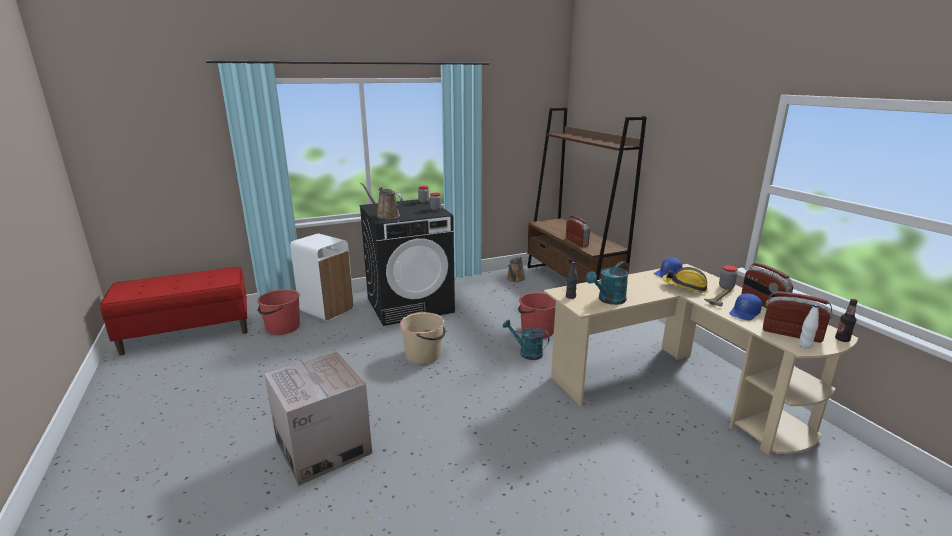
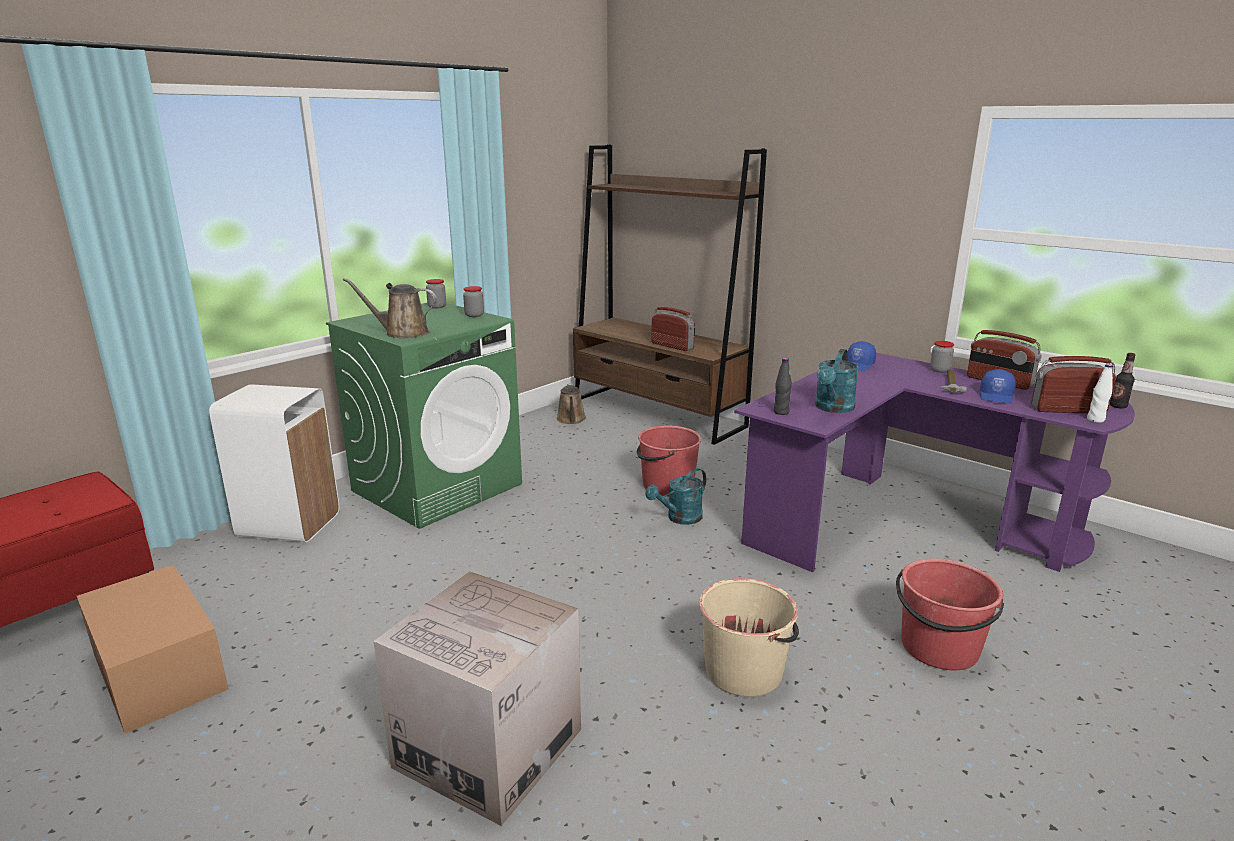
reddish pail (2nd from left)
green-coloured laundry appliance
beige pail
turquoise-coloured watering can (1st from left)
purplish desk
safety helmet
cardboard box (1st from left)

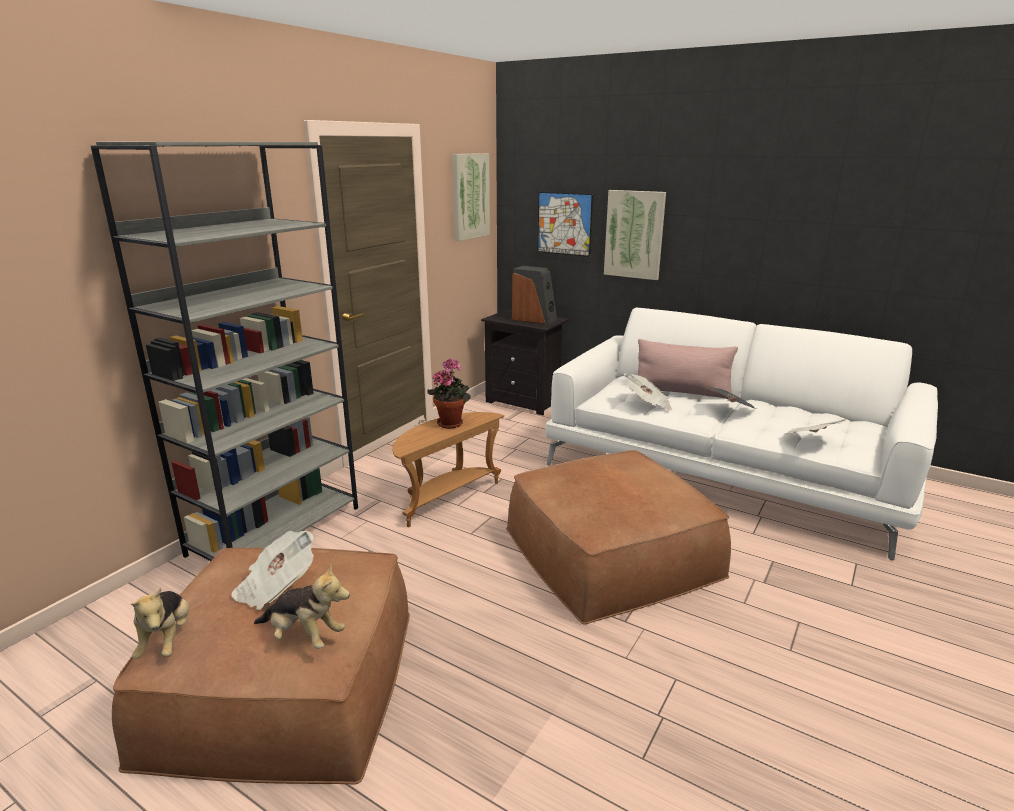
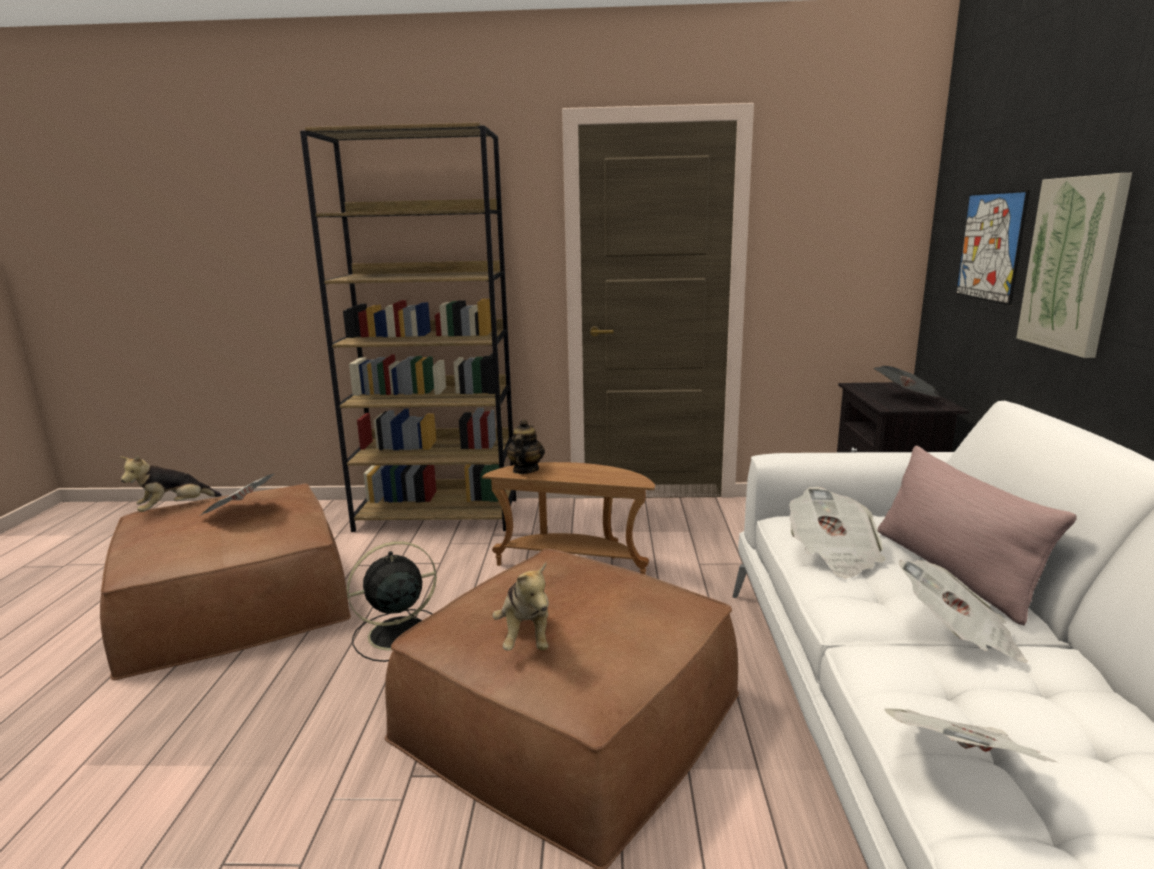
brown-coloured bookcase
plush toy (2nd from left)
plant in a pot
picture (1st from left in the first image)
newspaper (3rd from left)
black cooling fan
pot for tea

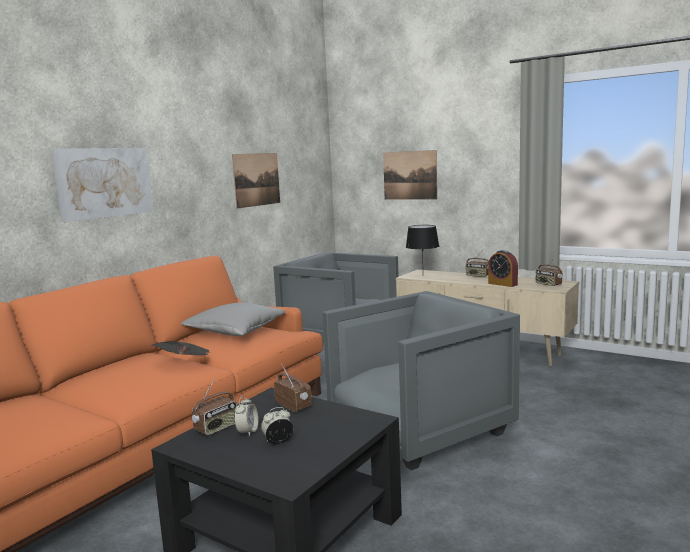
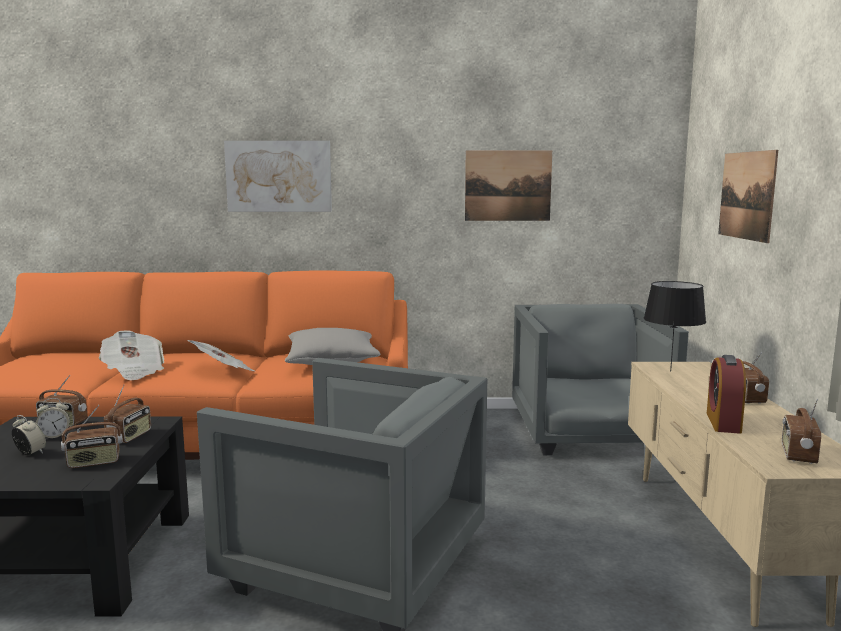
radio receiver (2nd from left)
newspaper (1st from left)

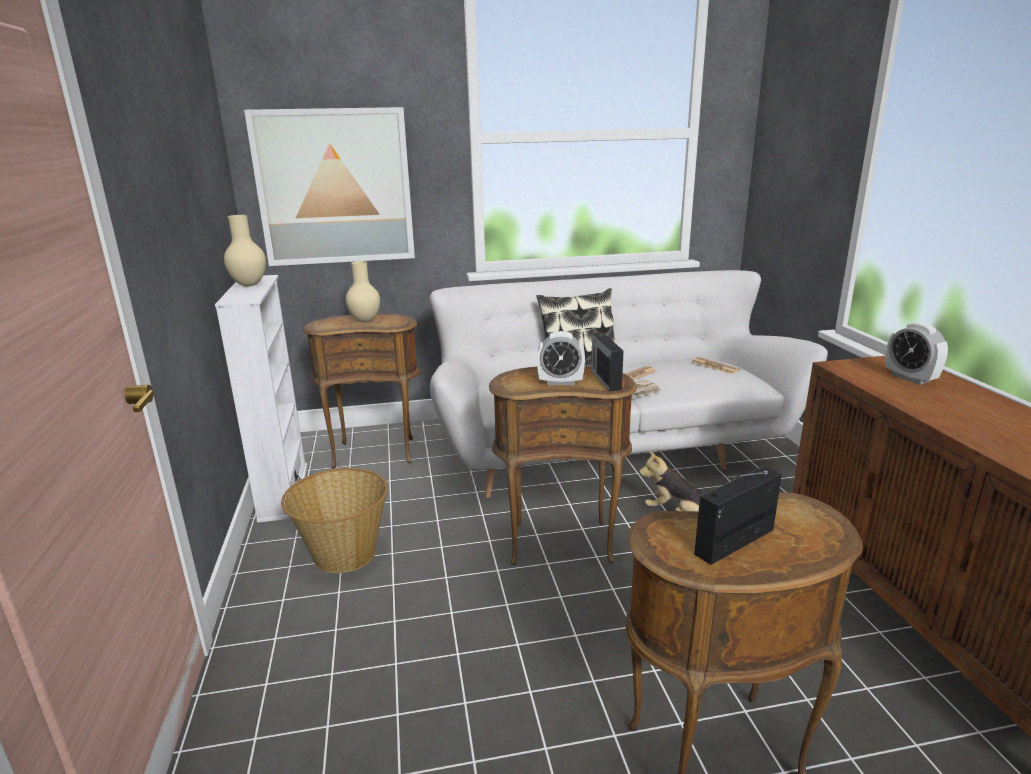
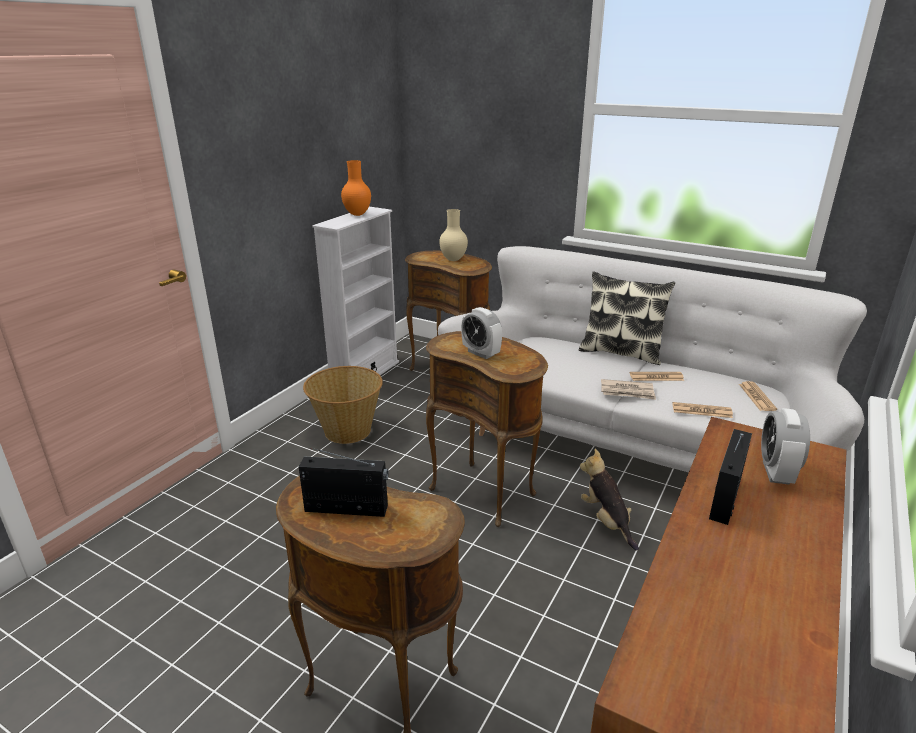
orangey vase
picture
radio receiver (2nd from left)
newspaper (3rd from left)

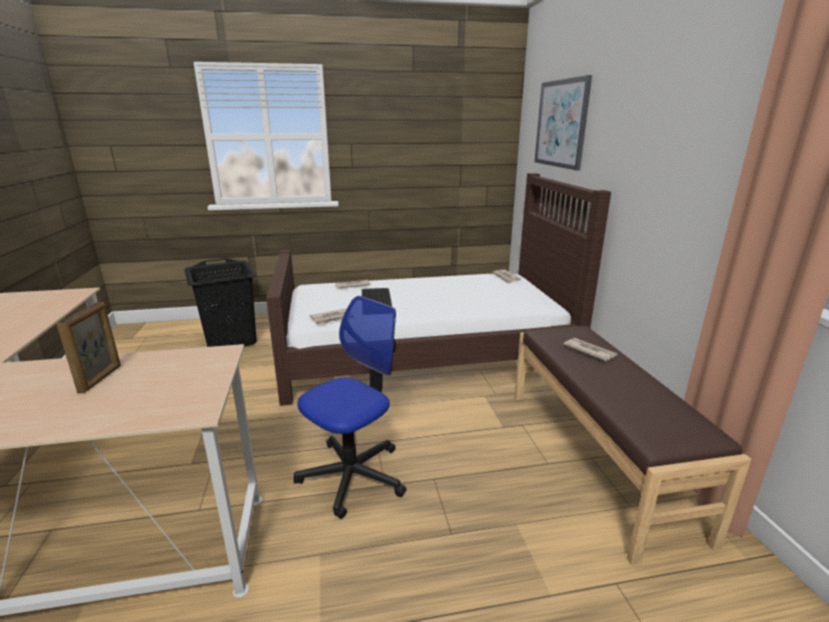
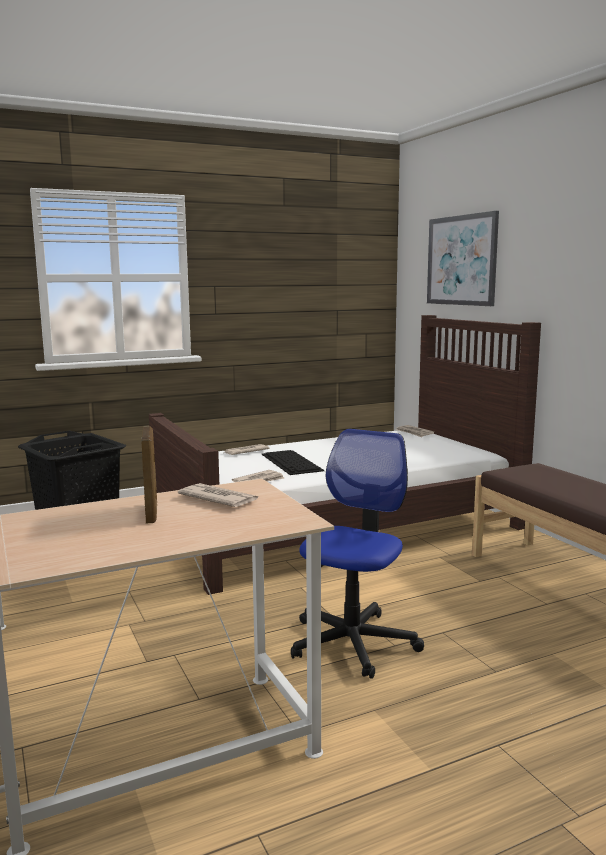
newspaper (1st from left)

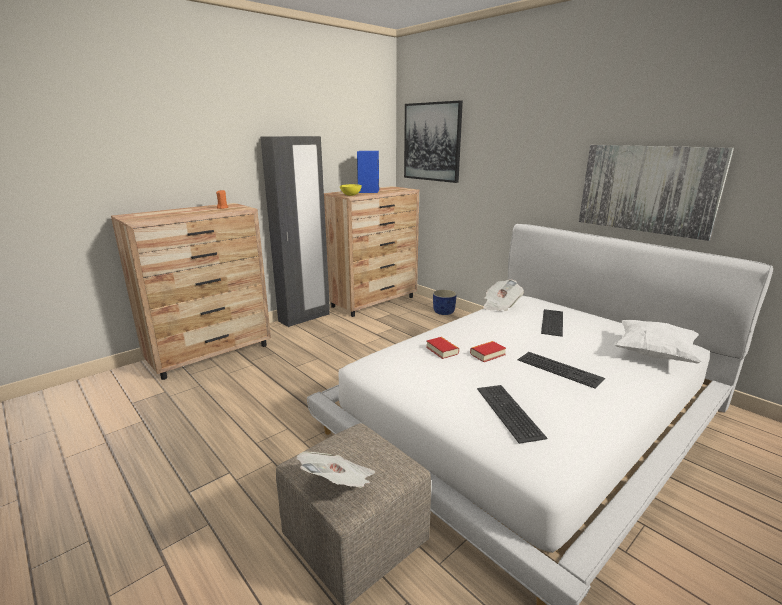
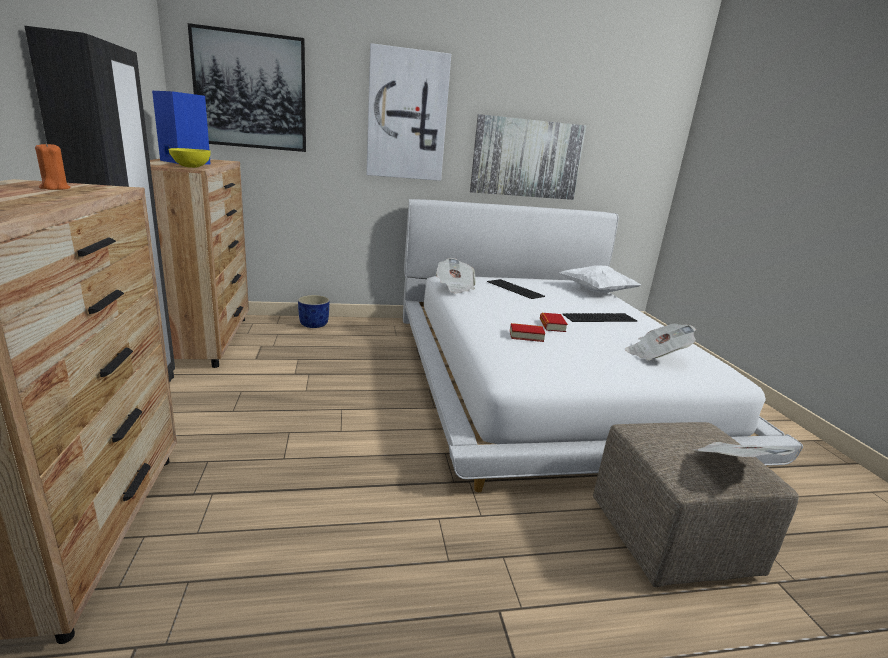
newspaper (2nd from left)
picture (2nd from left)

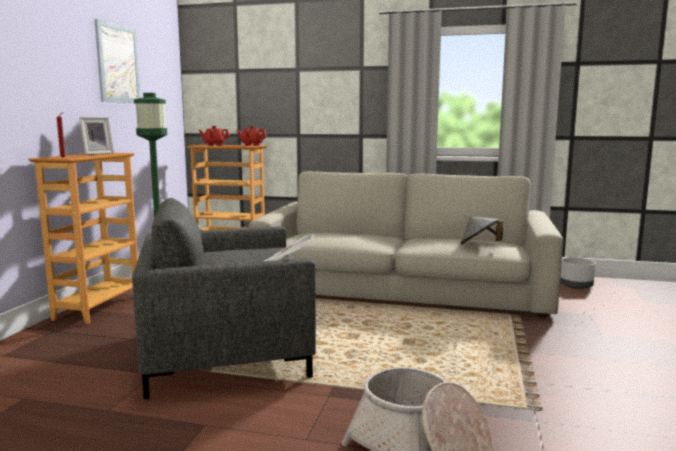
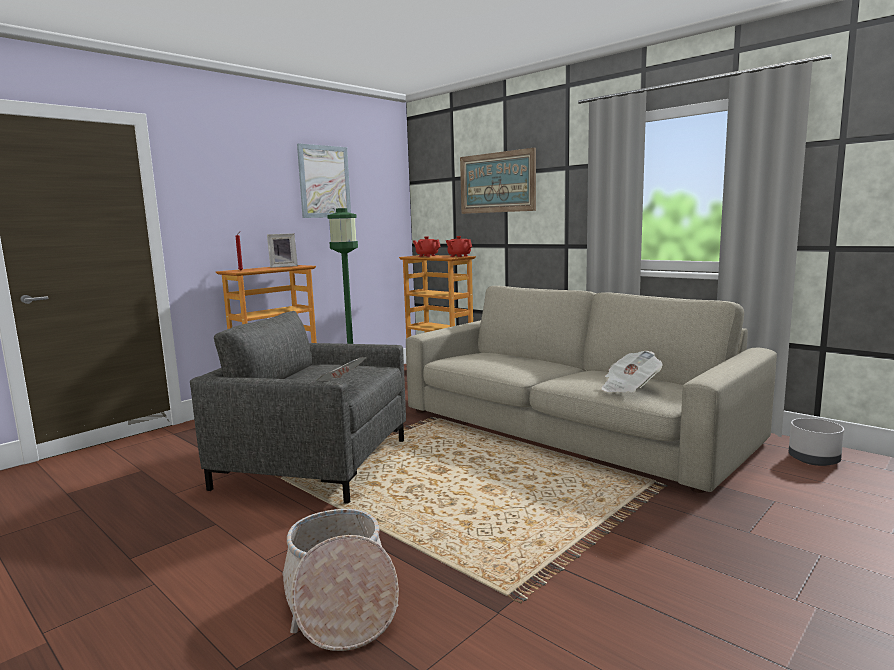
newspaper (2nd from left)
picture (2nd from left)

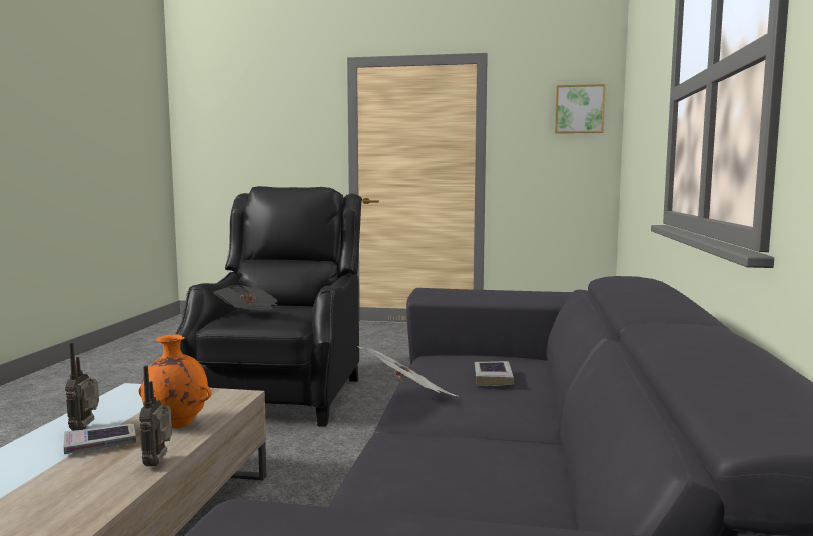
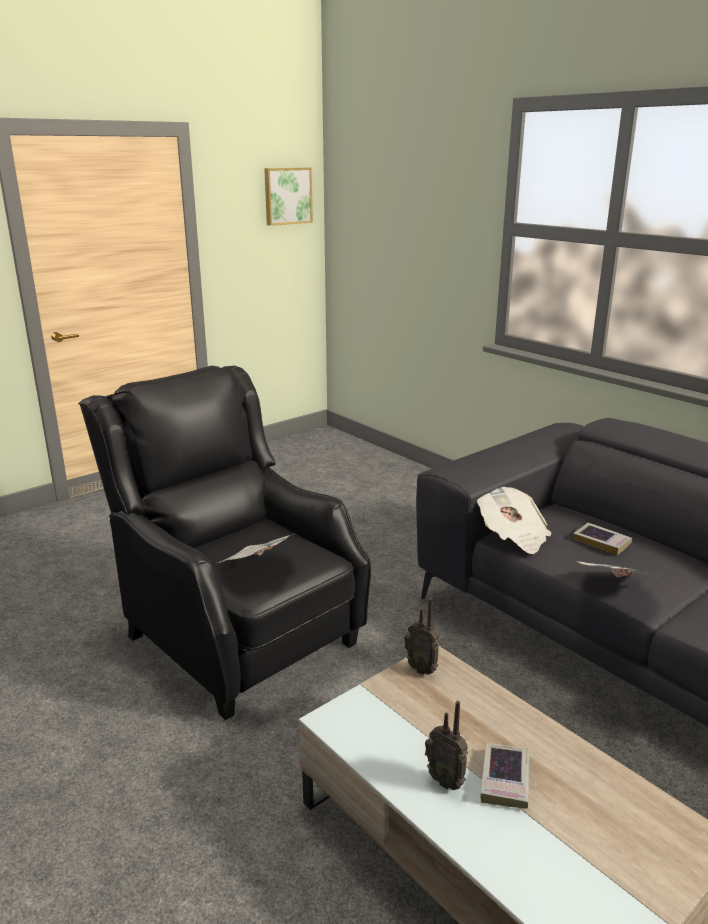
orangey vase
radio receiver (1st from left)
newspaper (2nd from left)

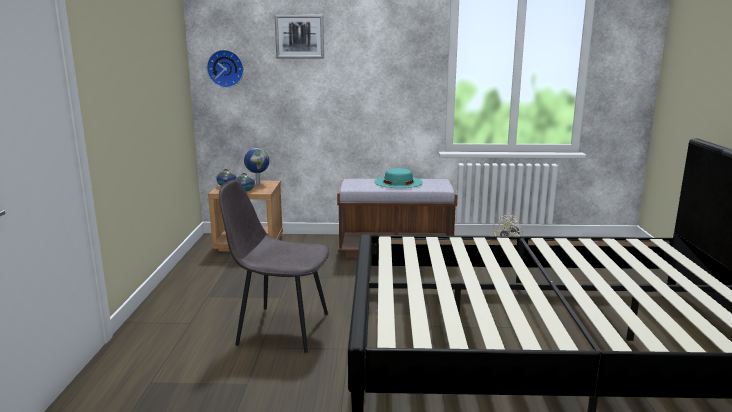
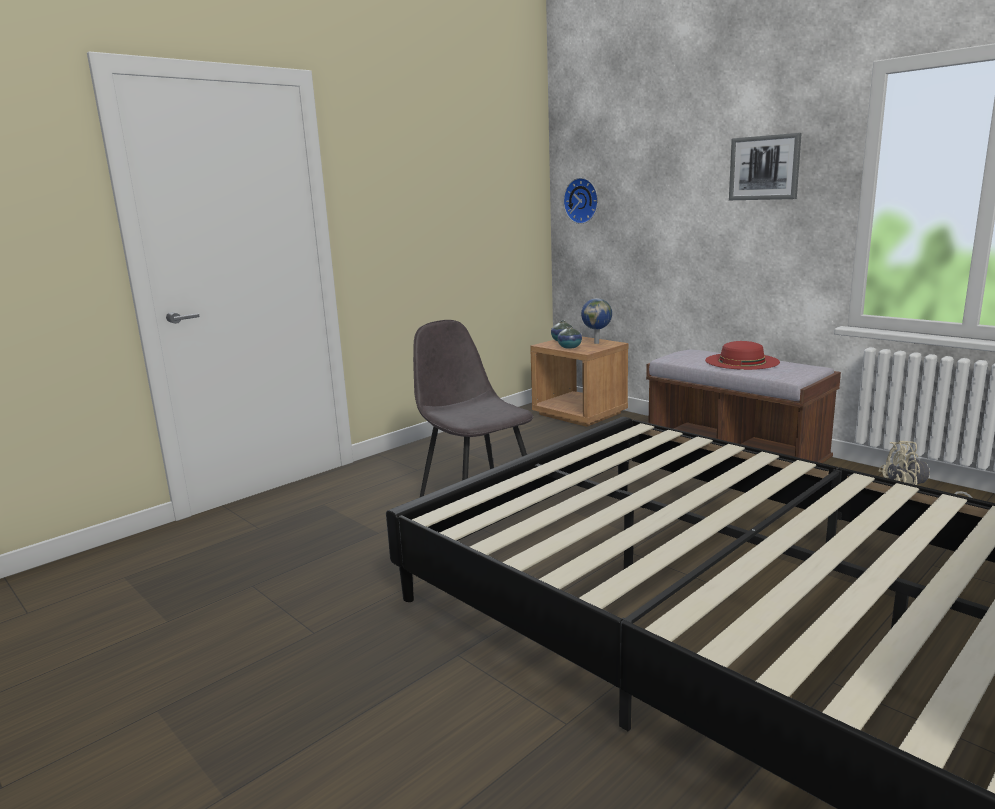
picture
reddish hat

